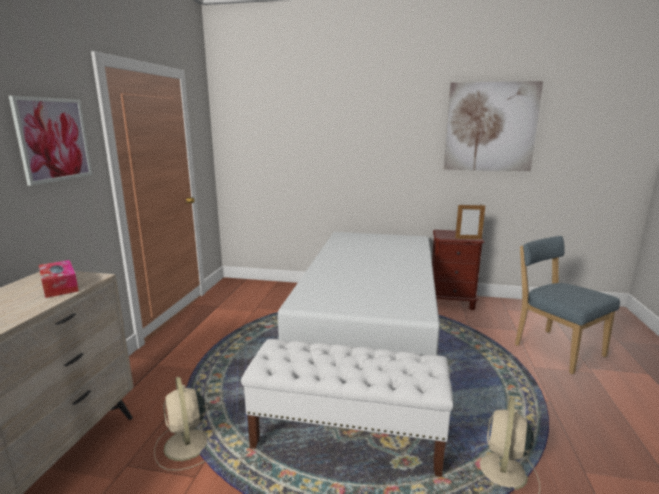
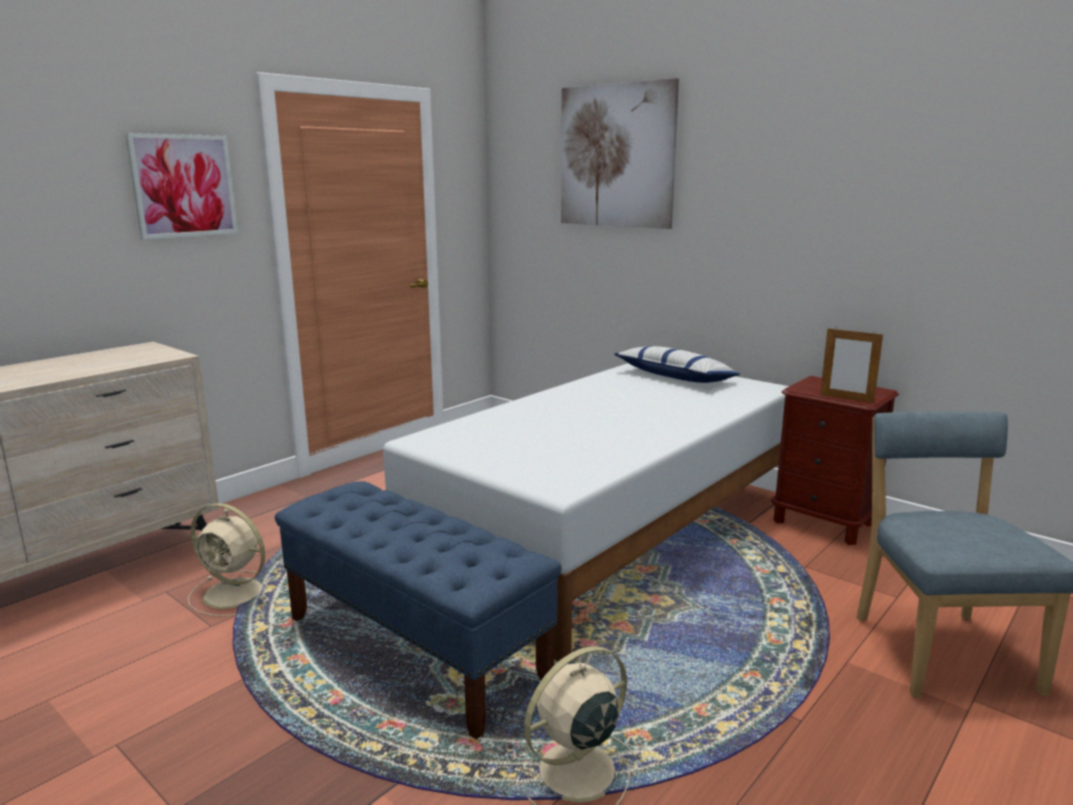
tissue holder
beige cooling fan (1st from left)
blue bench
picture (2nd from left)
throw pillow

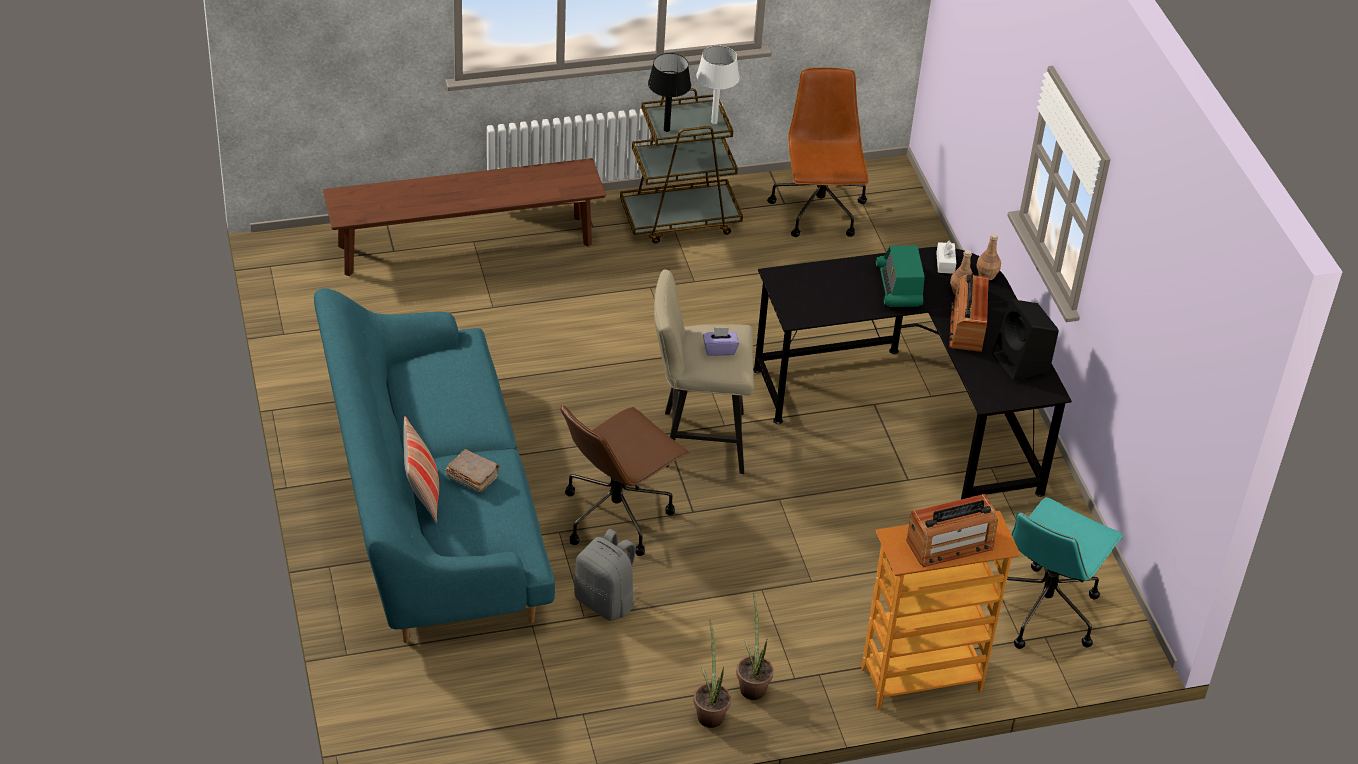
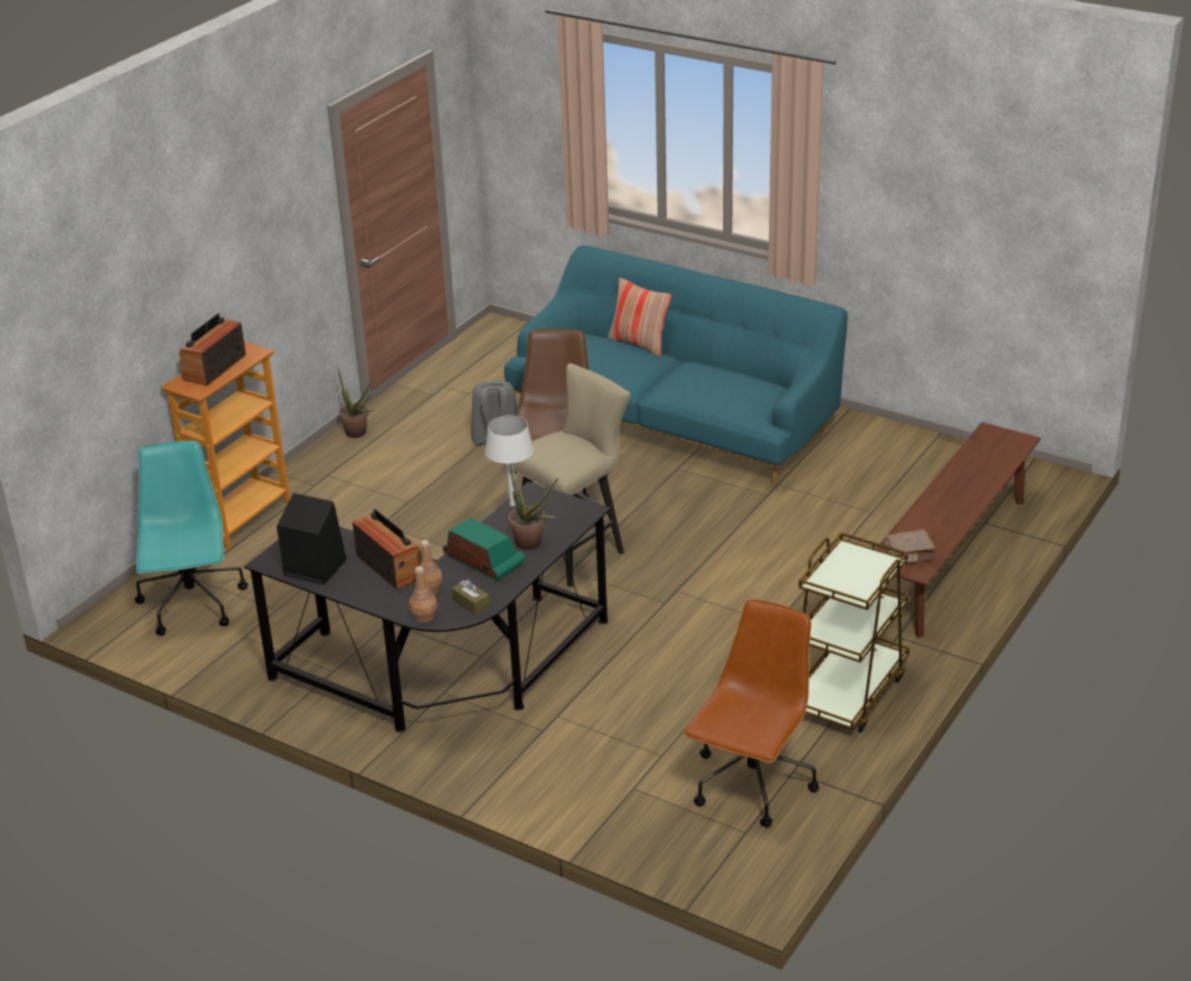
brown-coloured volume
black table lamp
white table lamp
purplish tissue holder
plant in a pot (2nd from left)
brown-coloured computer chair (2nd from left)
brown-coloured tissue holder

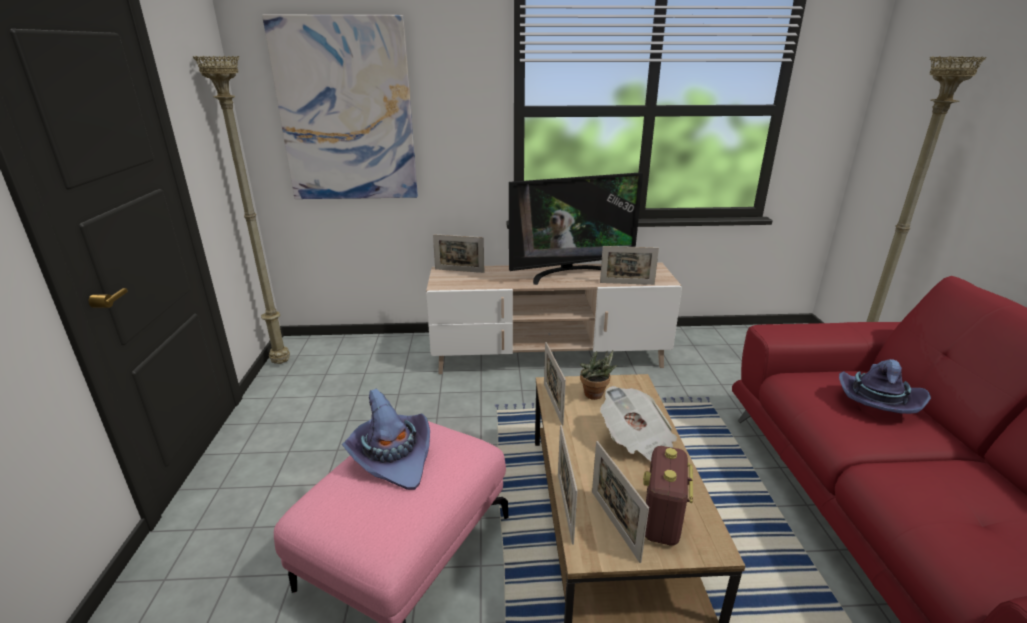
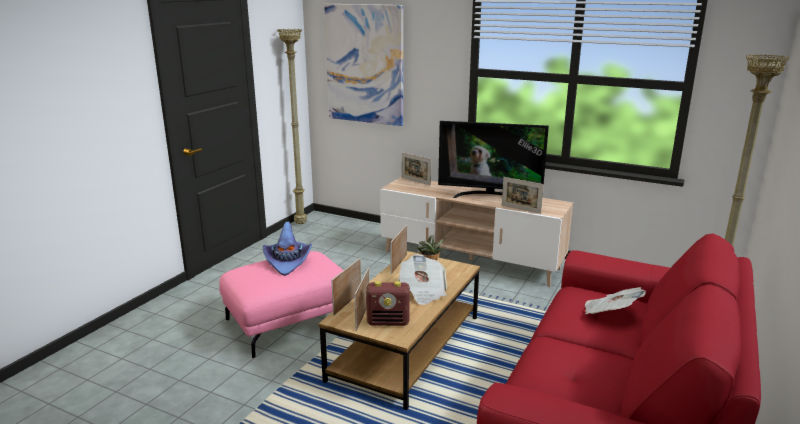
radio receiver
newspaper (2nd from left)

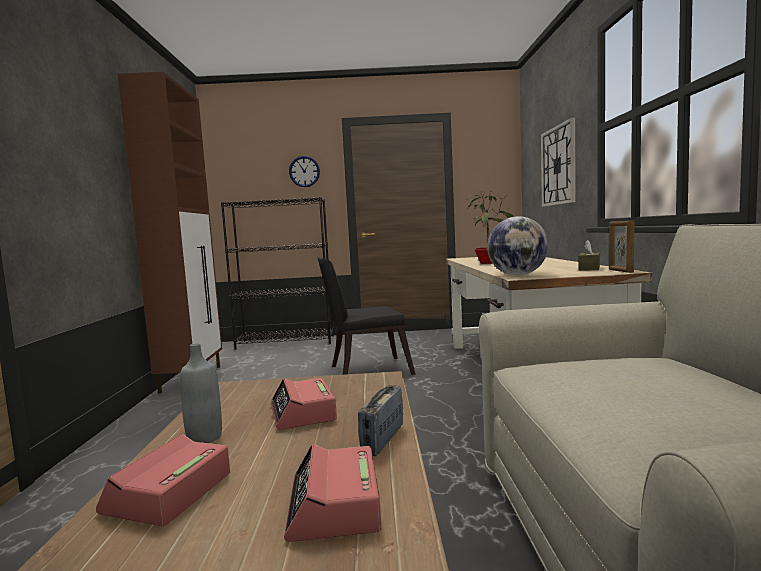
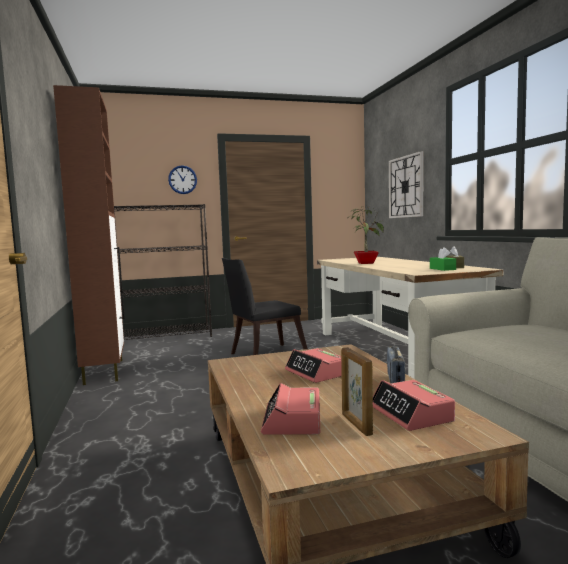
grey bottle
desk globe
picture frame
green-coloured tissue holder

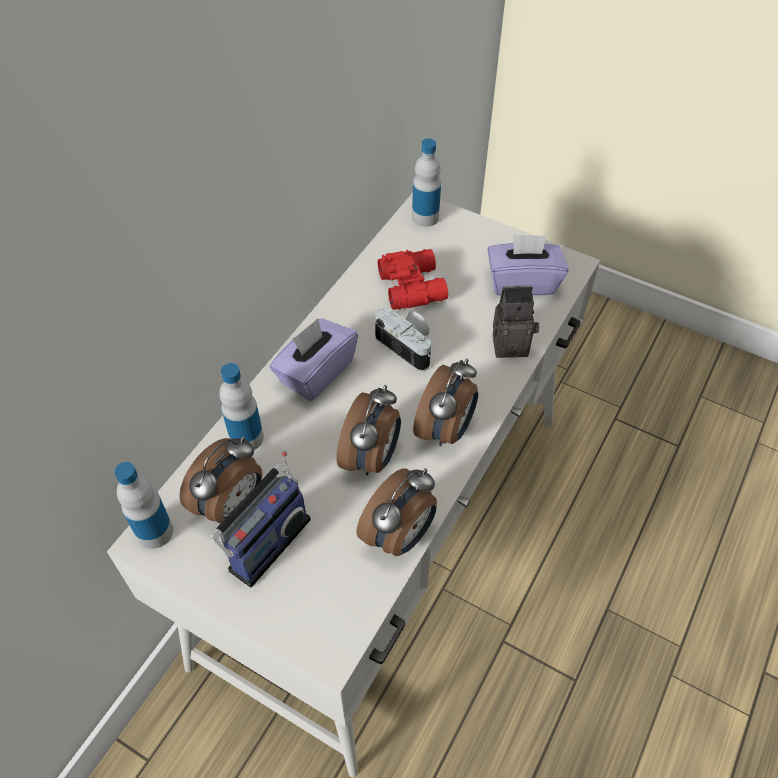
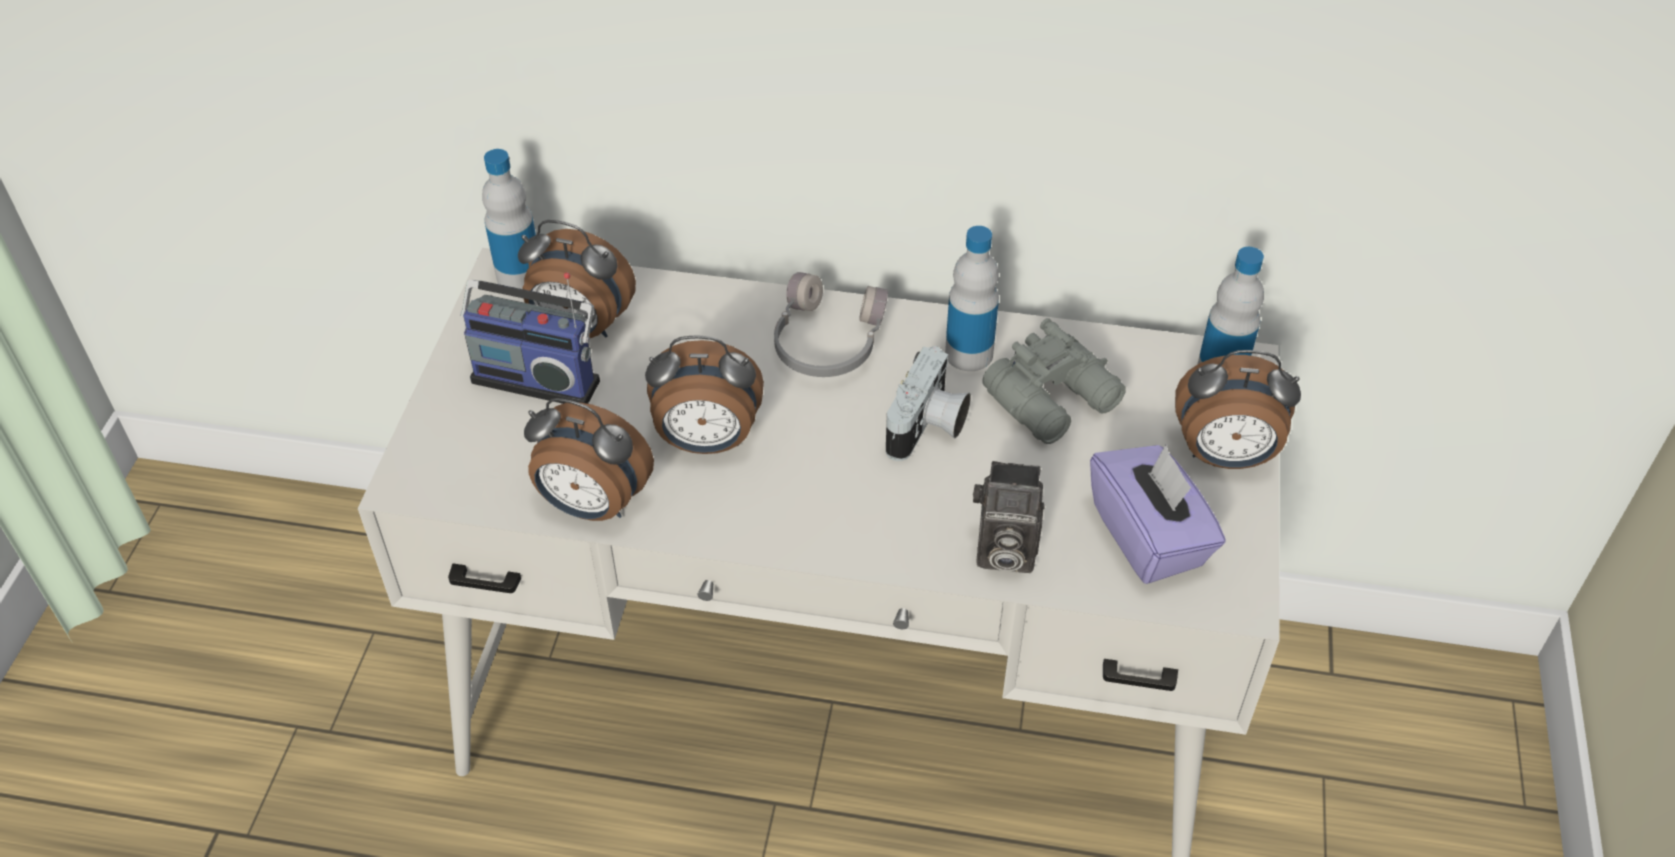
bottle (2nd from left)
grey headset
grey field glasses
table clock (4th from left)
photo camera (2nd from left)

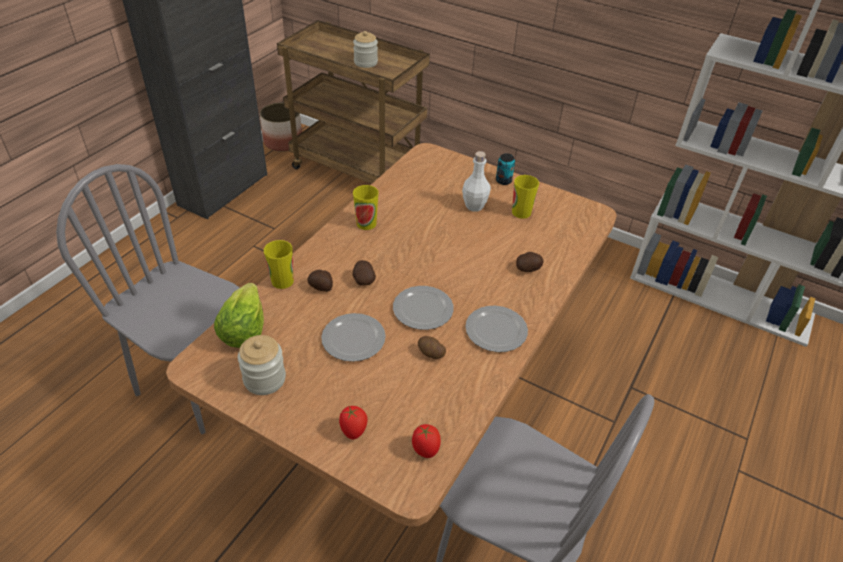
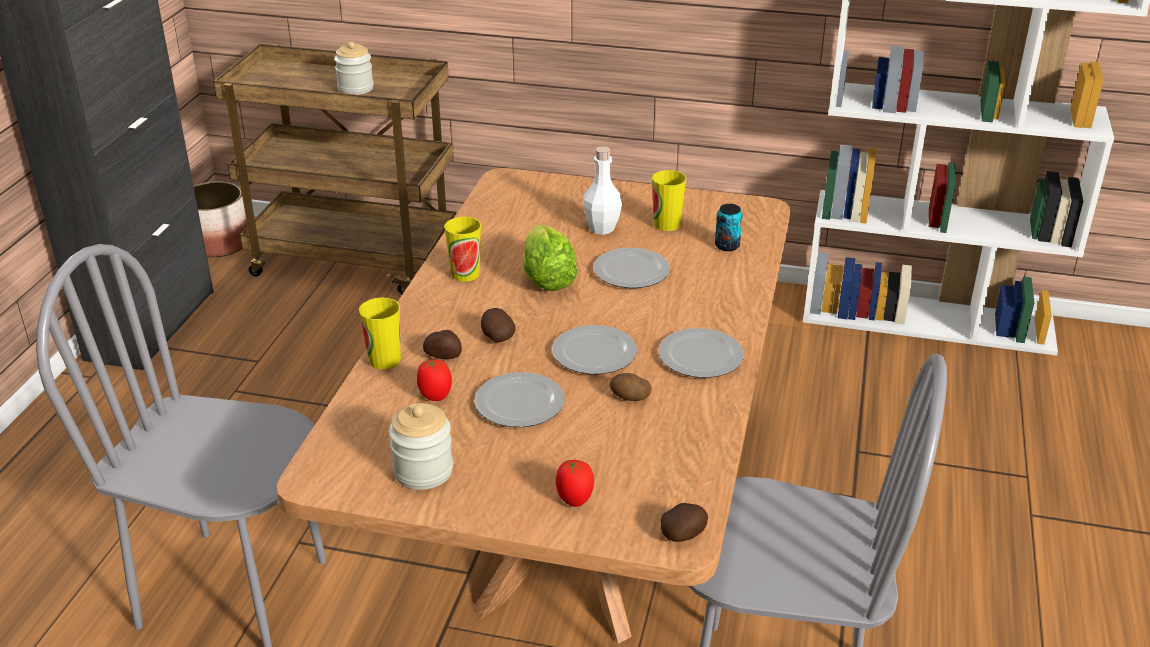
lettuce
tomato (1st from left)
sealed can
whole potato (4th from left)
flat dish (3rd from left)

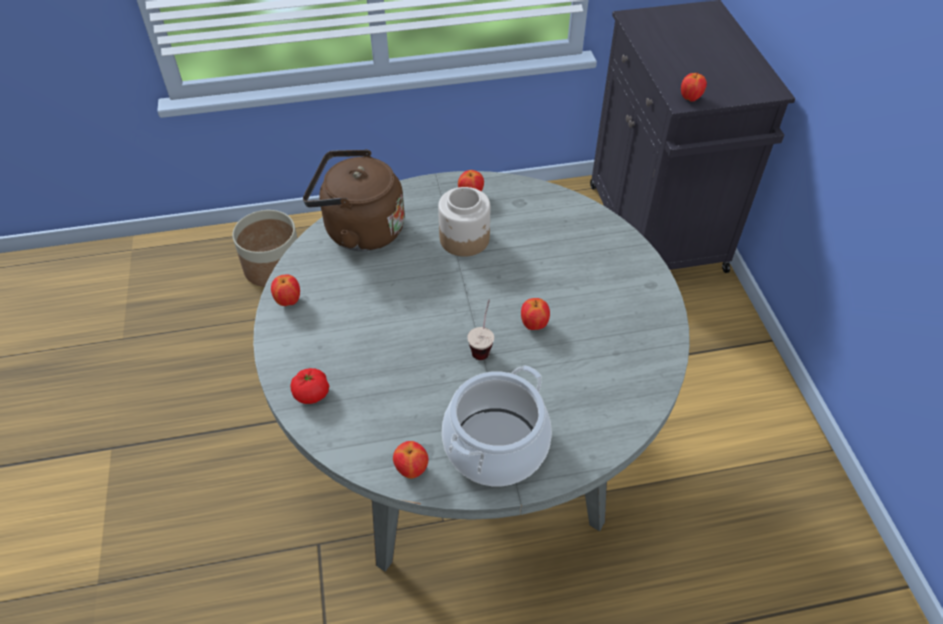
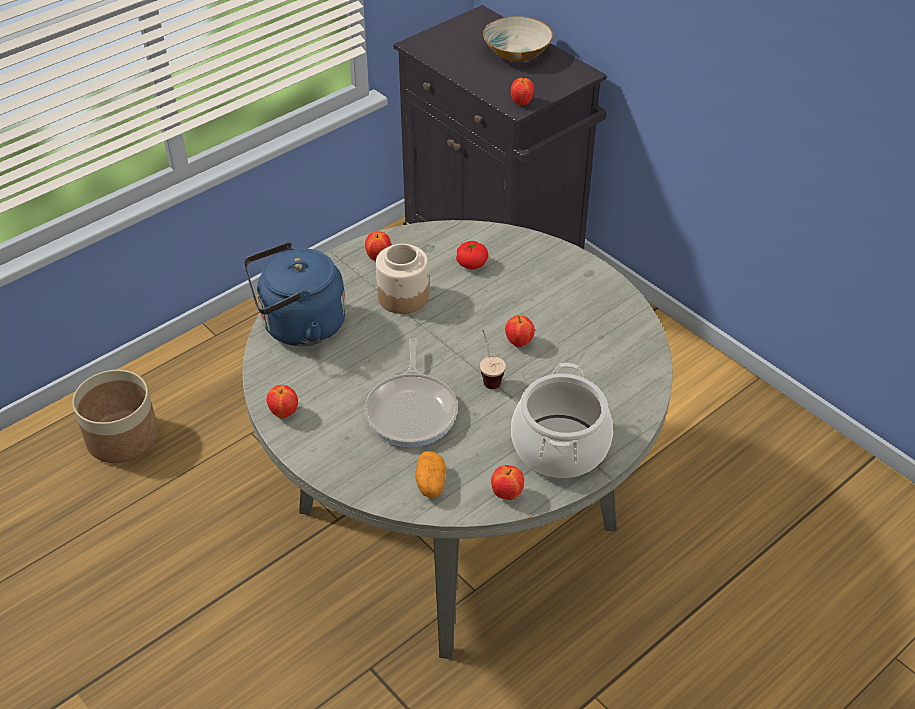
tomato
blue water kettle
frying pan
whole potato
bowl

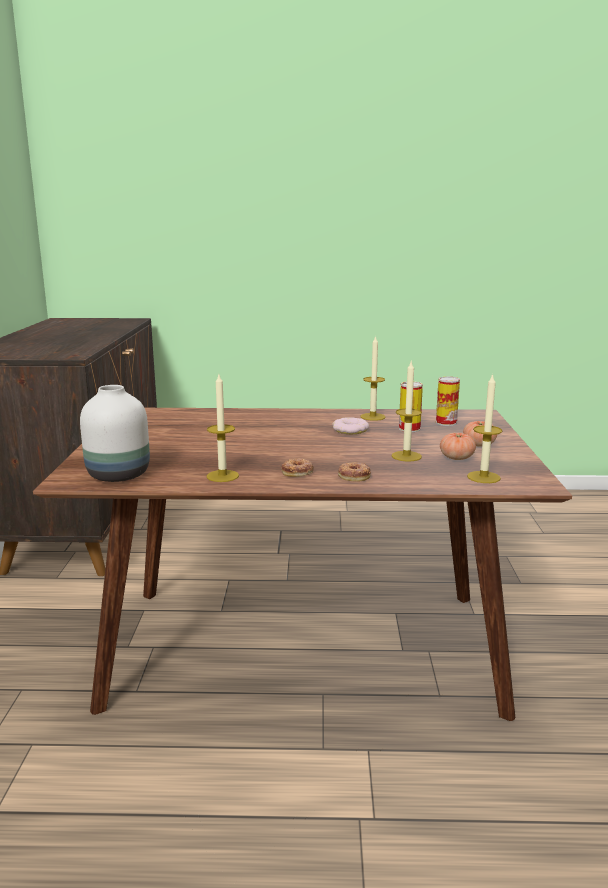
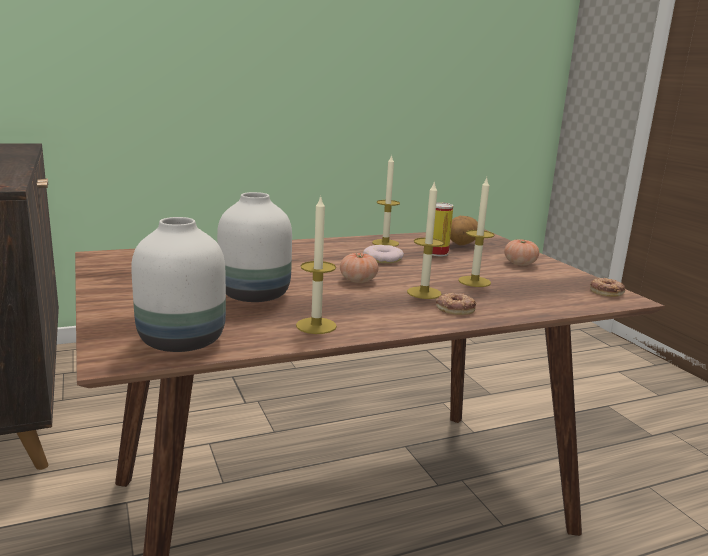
doughnut (3rd from left)
whole potato
tomato (1st from left)
wax light (3rd from left)
white vase (2nd from left)

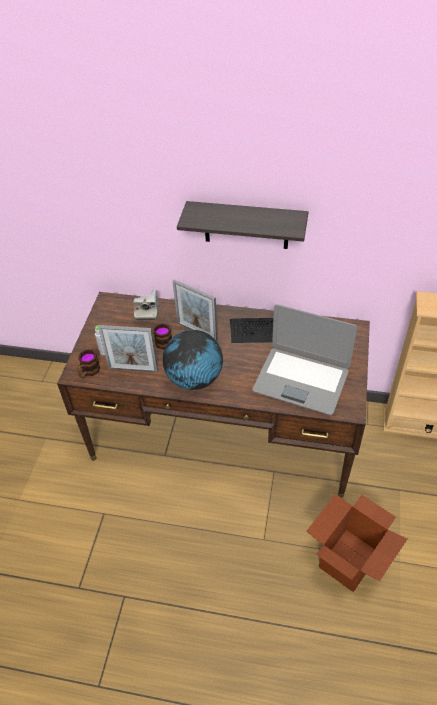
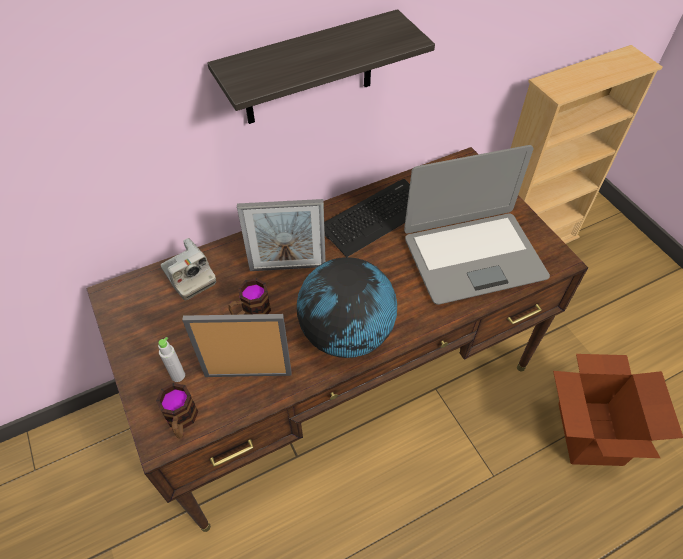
picture frame (1st from left)

